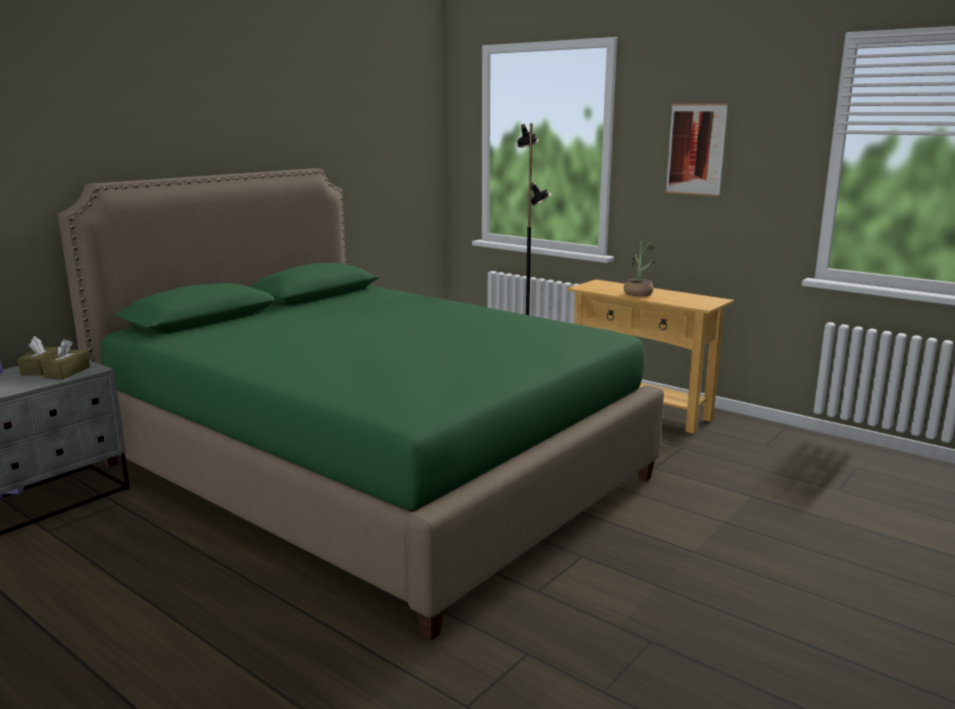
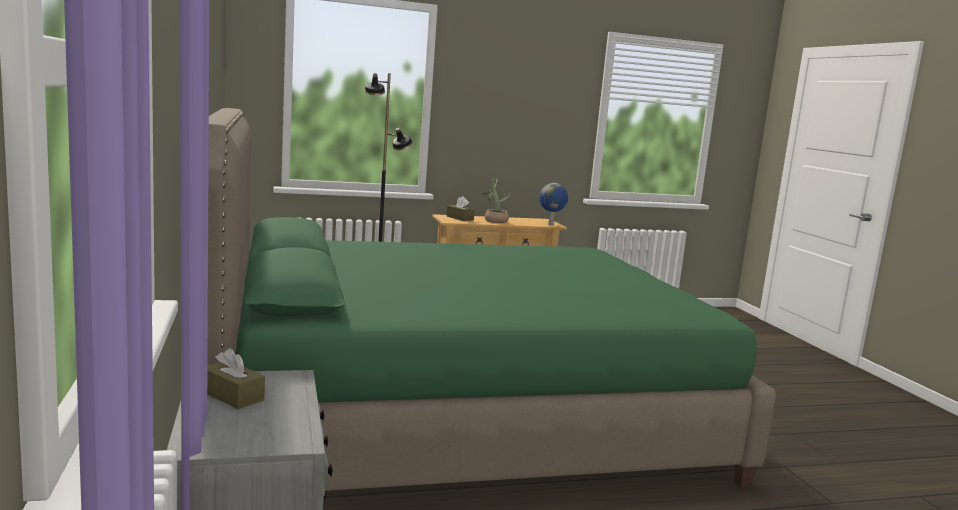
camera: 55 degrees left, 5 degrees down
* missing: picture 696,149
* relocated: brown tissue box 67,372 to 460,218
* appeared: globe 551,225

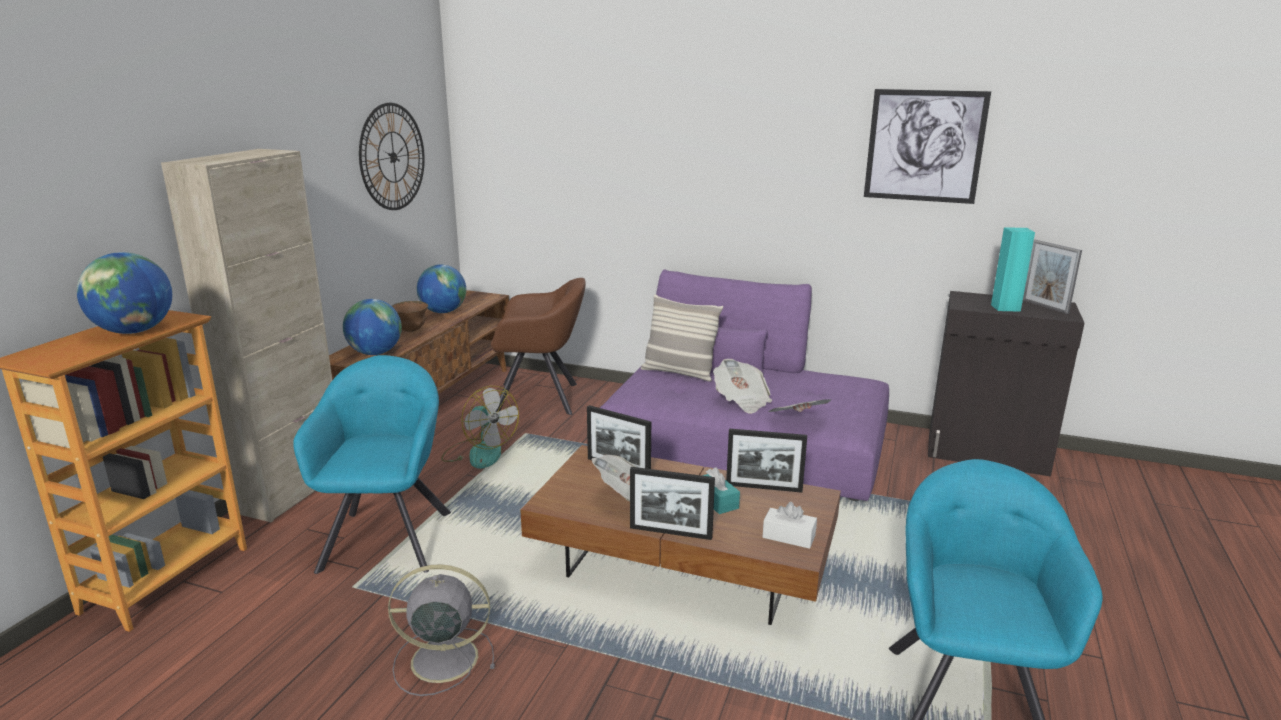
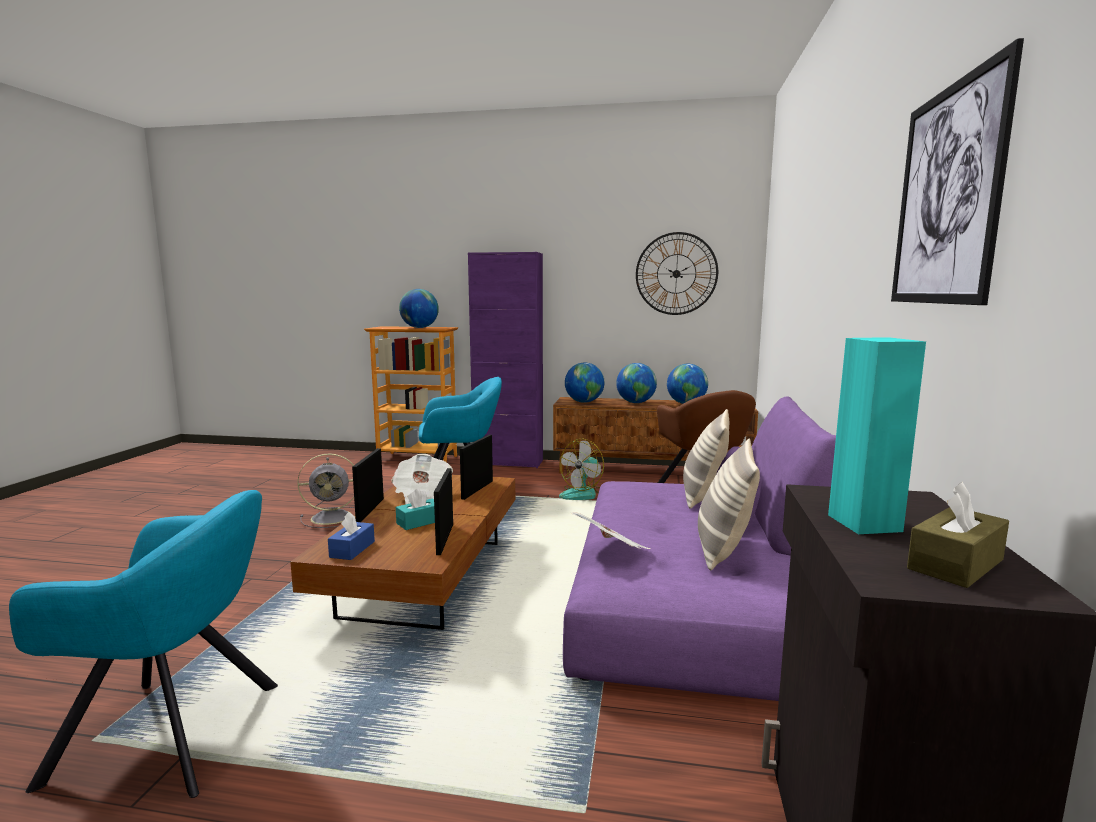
camera: 80 degrees right, 10 degrees down
* colour: beige cabinet 291,491 to purple cabinet 508,462
* exchanged: picture frame 1044,306 to brown tissue box 955,564
* exchanged: brown bowl 411,330 to globe 635,402
* missing: newspaper 741,401
* colour: white tissue box 788,536 to blue tissue box 352,549
* spun: grey fan 441,659 = 333,517 90 degrees clockwise
* appeared: pillow 723,550

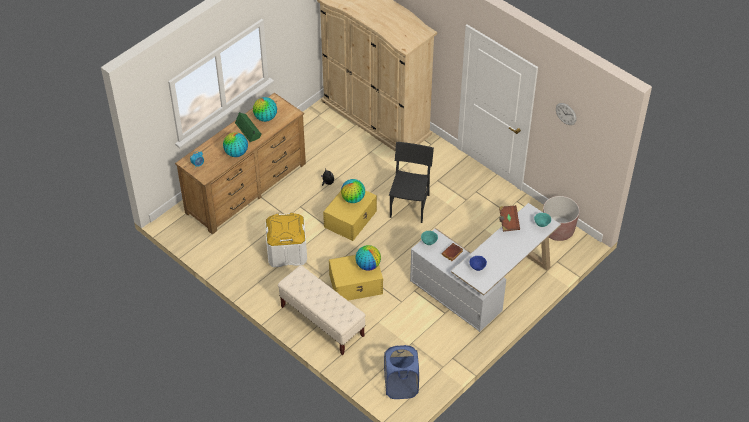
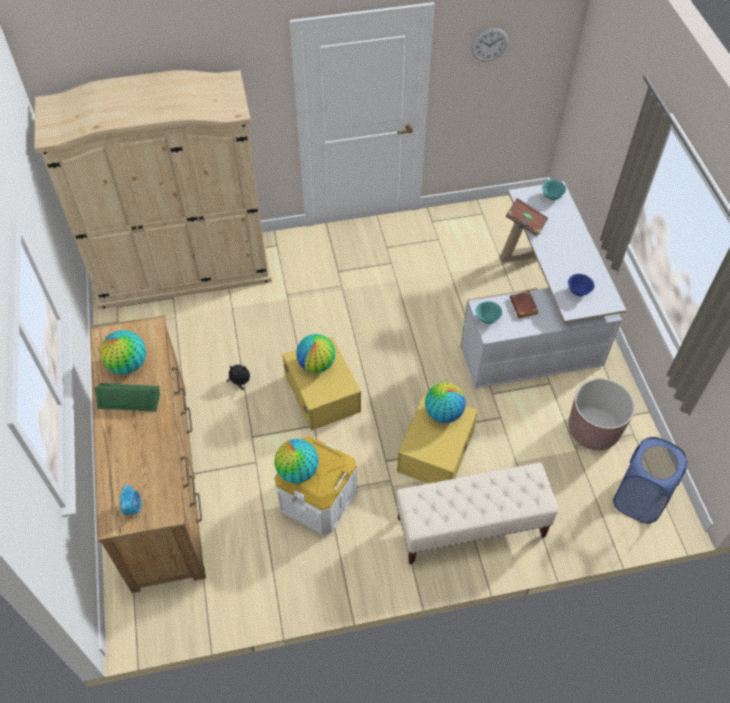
camera: 55 degrees left, 5 degrees up
* relocated: globe 236,153 to 297,471
* missing: black chair 409,206
* relocated: brown planter 558,230 to 593,430

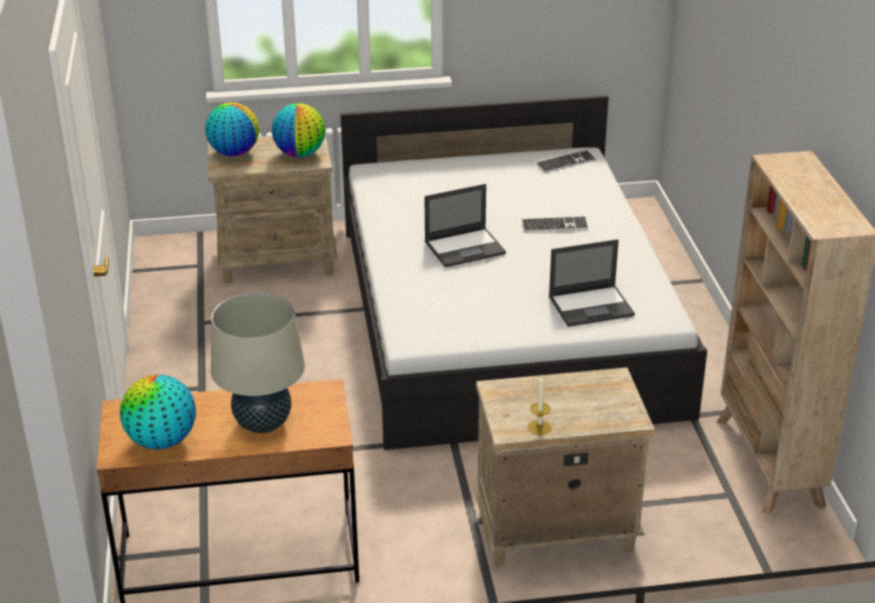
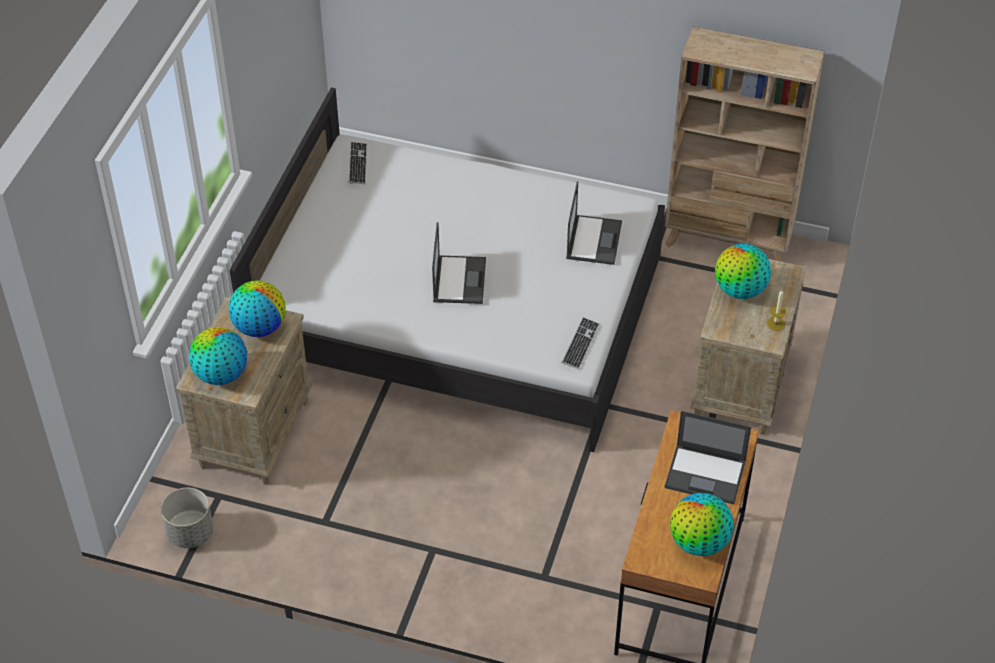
camera: 65 degrees left, 15 degrees up
* relocated: keyboard 554,226 to 580,344
* exchanged: beige table lamp 263,423 to laptop 706,474
* appeared: globe 740,290
* appeared: grey planter 190,533

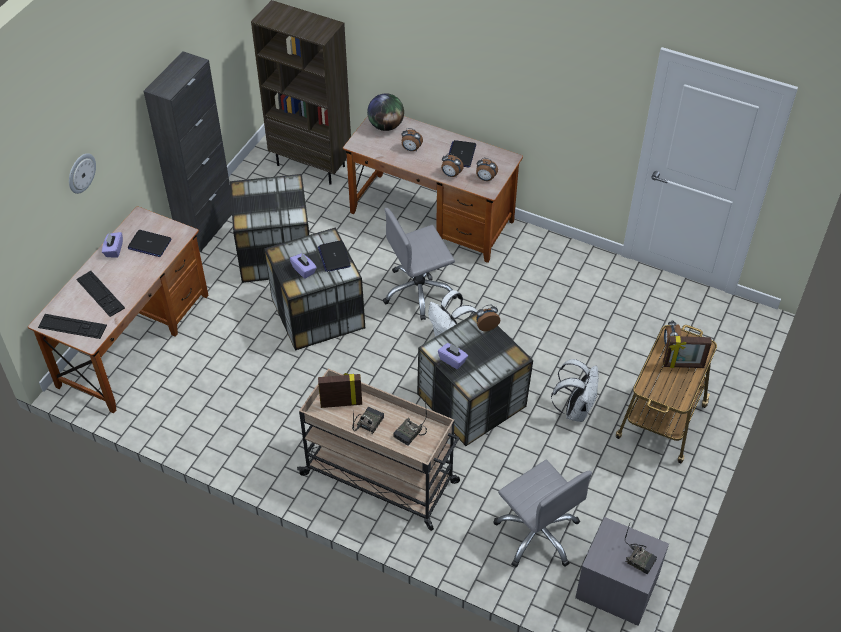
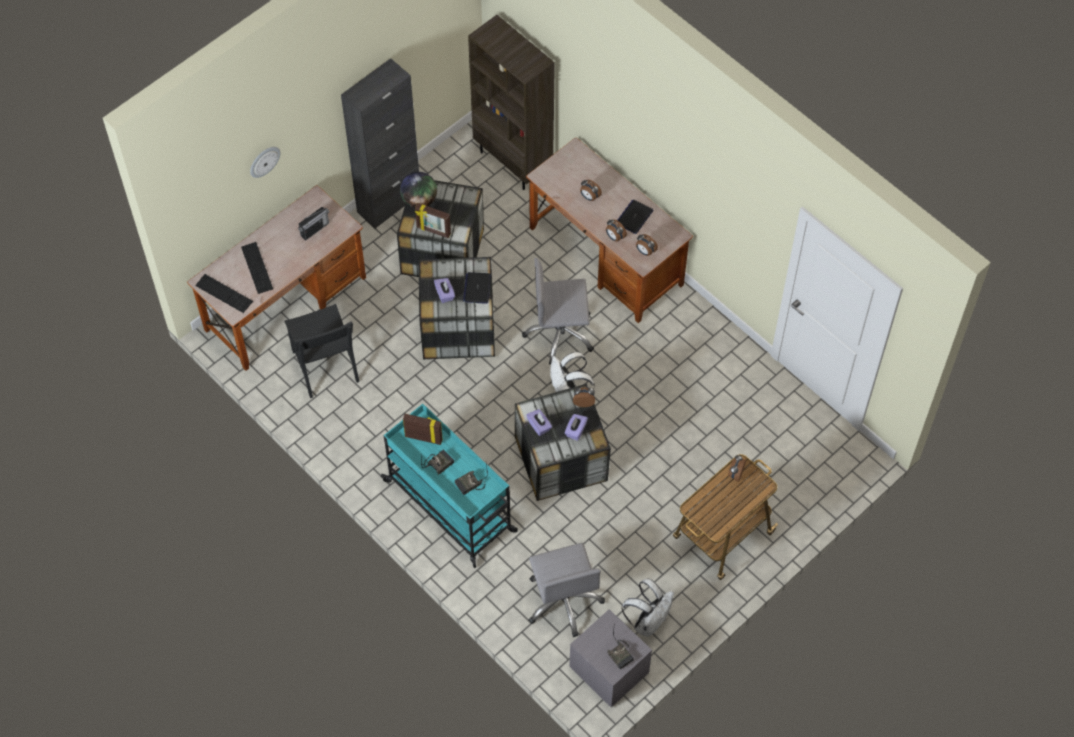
camera: 20 degrees right, 10 degrees up
* relocated: globe 386,126 to 419,200
* exchanged: laptop 149,244 to radio 314,229
* relocated: purple tissue box 114,250 to 575,430
* relocated: picture frame 683,365 to 433,231
* relocated: white backpack 575,409 to 648,621
* colour: beige cart 381,479 to turquoise cart 451,507
* appeared: black chair 325,366

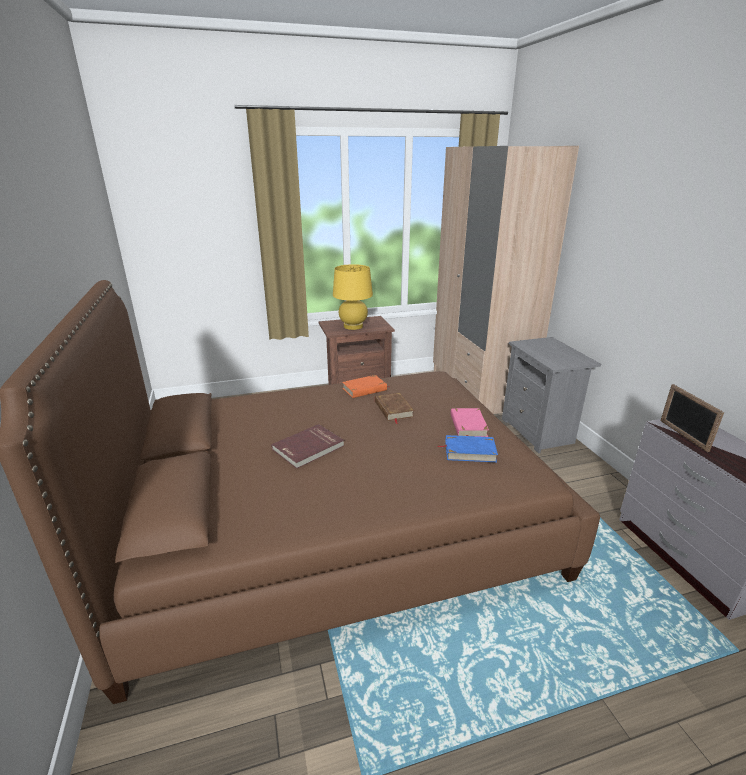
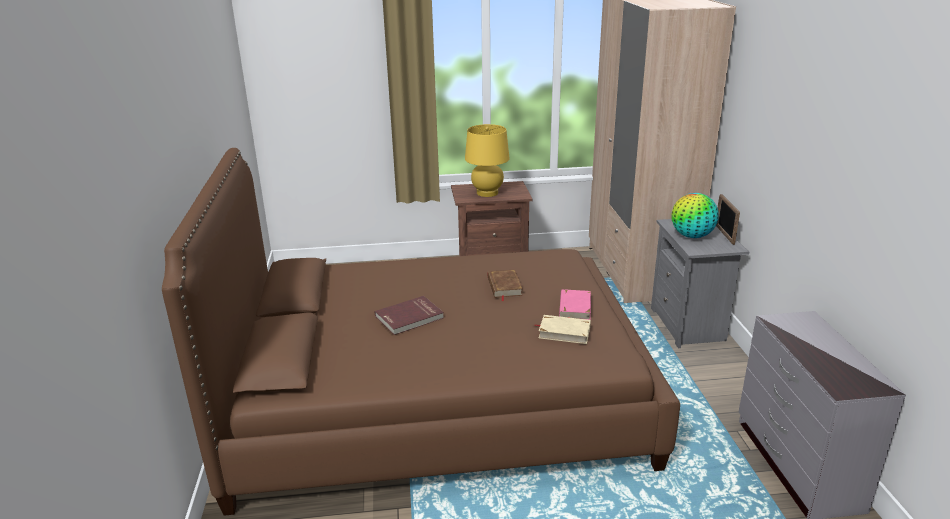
camera: 10 degrees right, 0 degrees up
* missing: orange book 364,389
* relocated: picture frame 683,435 to 724,234
* colour: blue book 469,451 to beige book 564,332
* appeared: globe 692,236

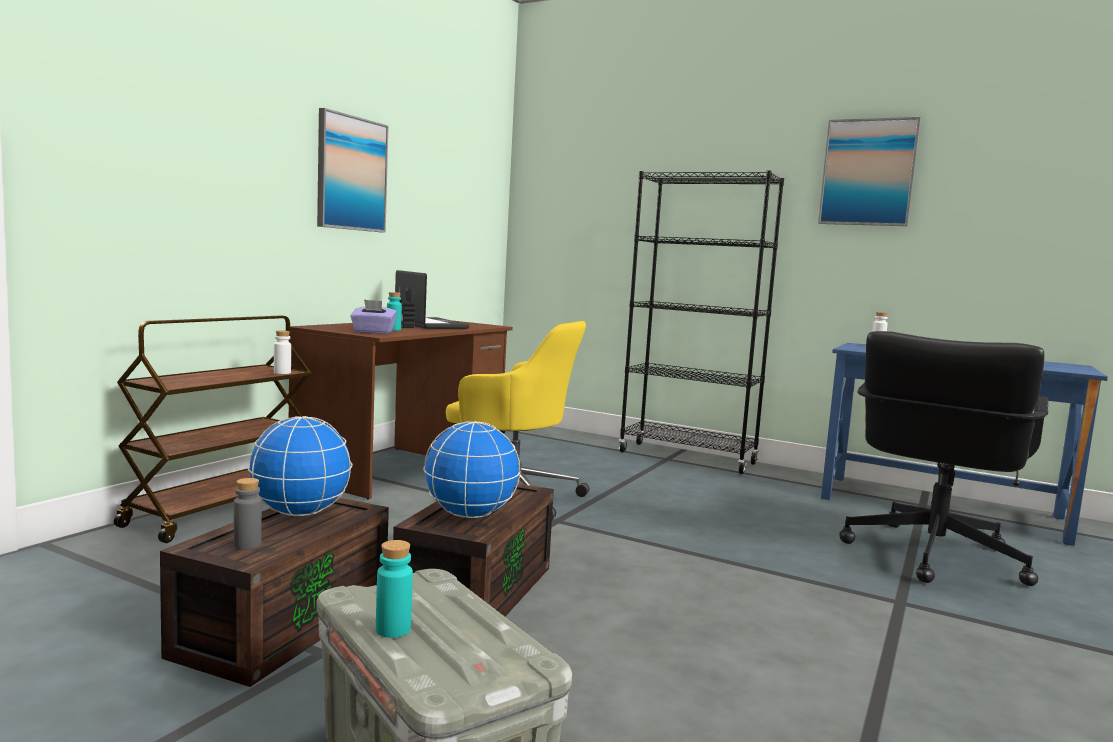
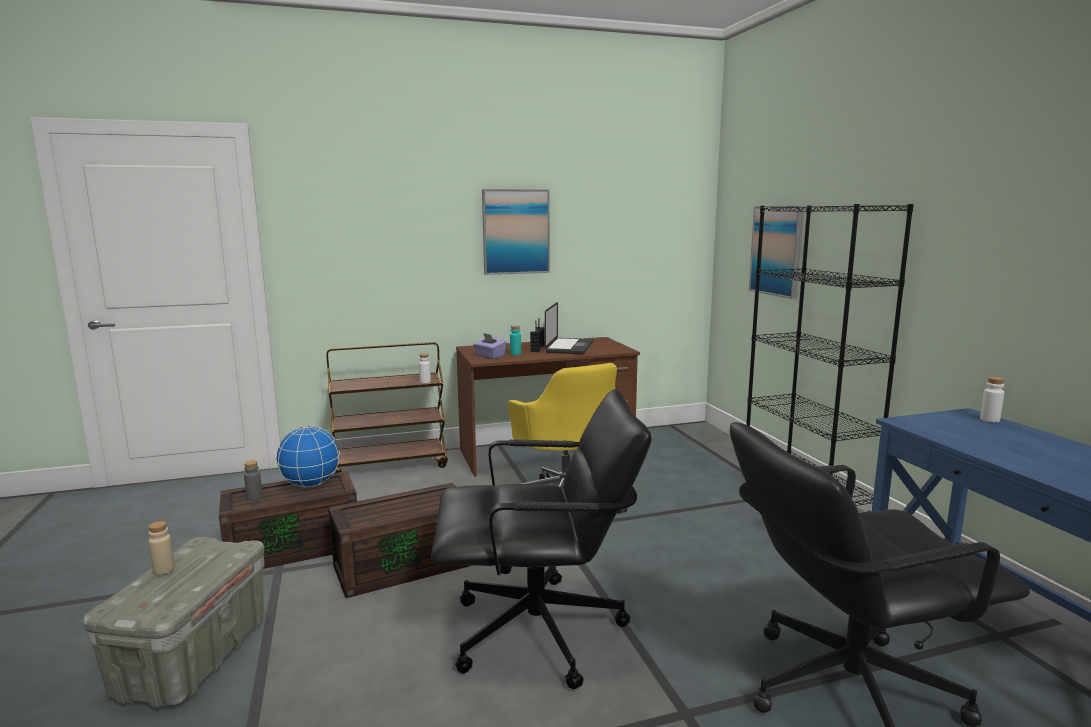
camera: 45 degrees right, 5 degrees up
* relocated: picture 868,172 to 777,250
* missing: globe 470,515
* colour: turquoise bottle 393,629 to beige bottle 164,569
* appeared: black office chair 539,632

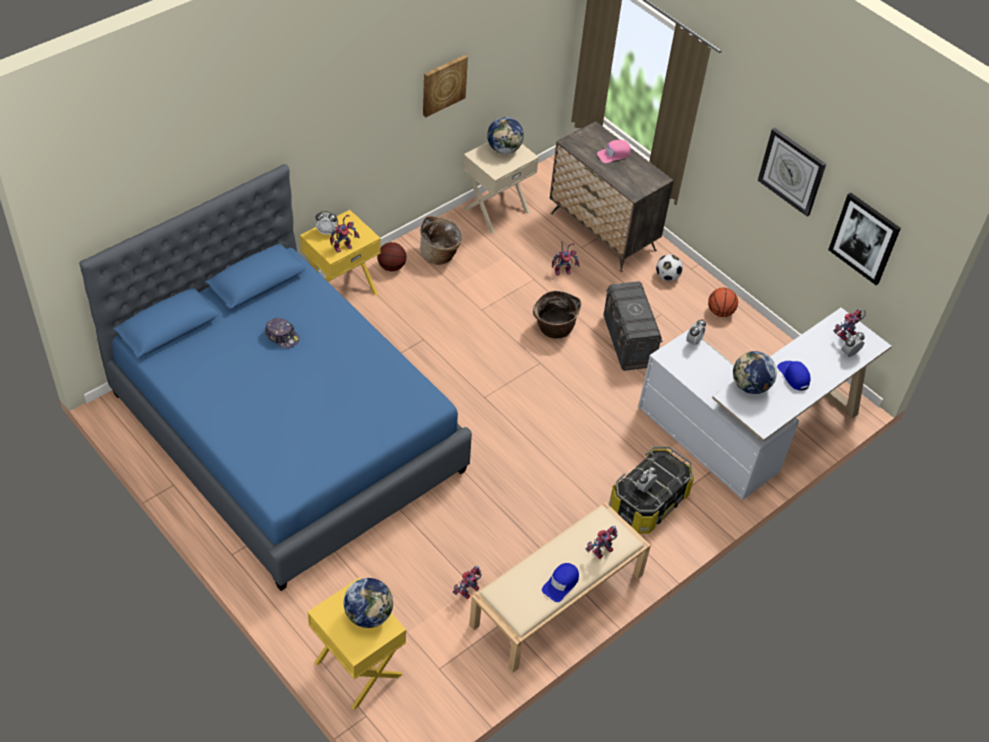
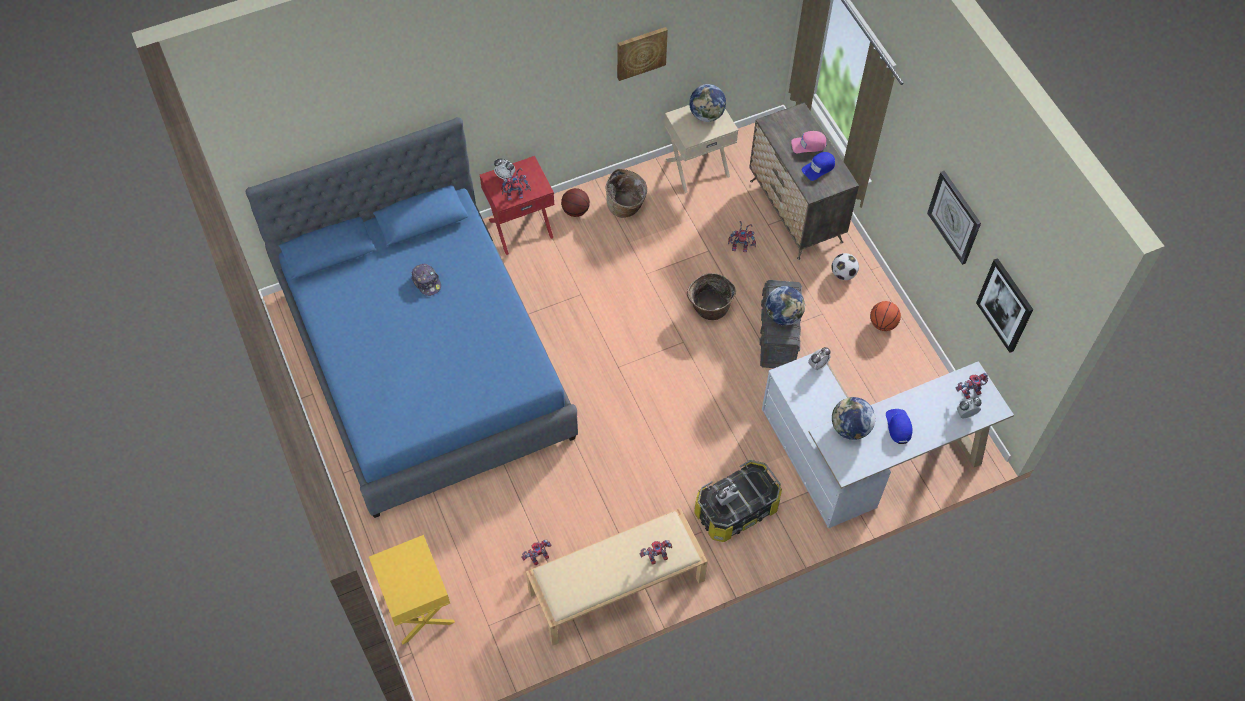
camera: 20 degrees right, 10 degrees up
* colour: yellow nightstand 341,291 to red nightstand 520,227
* relocated: blue cap 561,584 to 819,168
* relocated: globe 369,615 to 783,315

